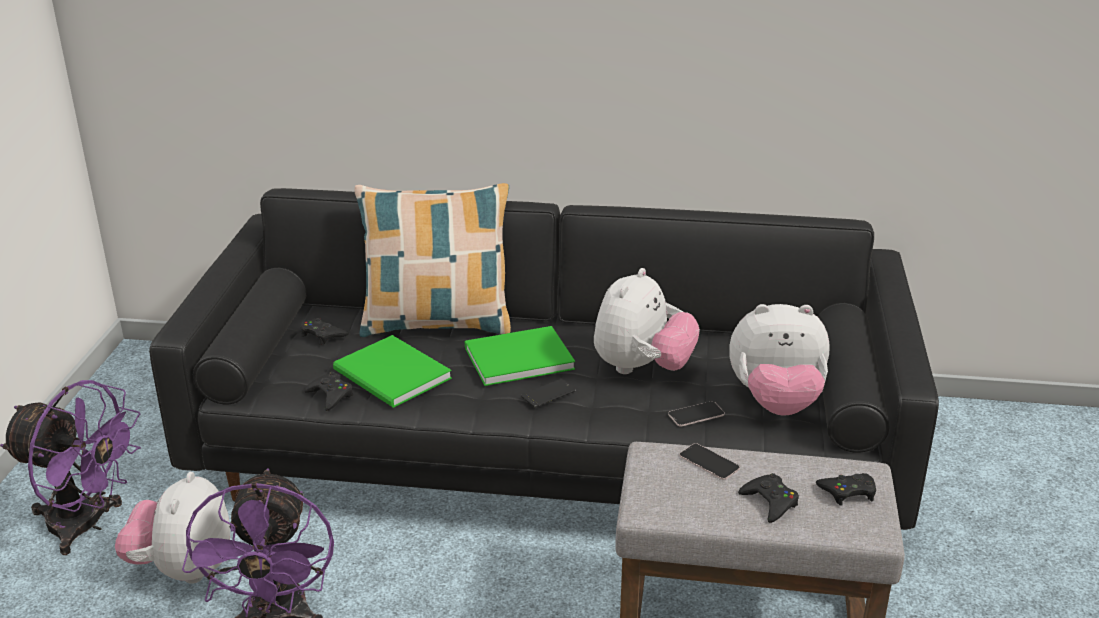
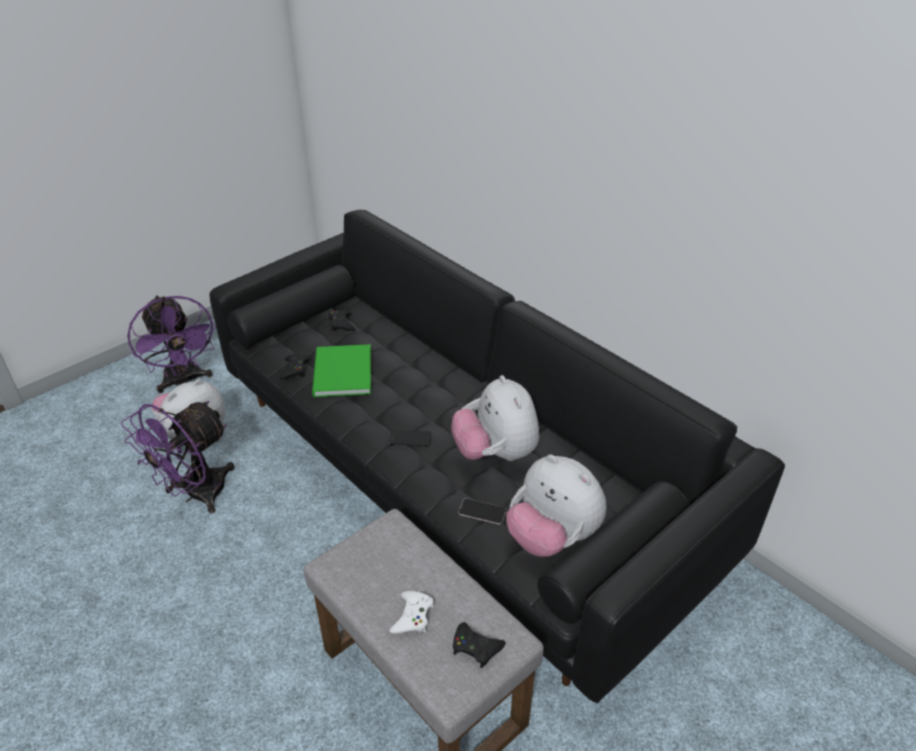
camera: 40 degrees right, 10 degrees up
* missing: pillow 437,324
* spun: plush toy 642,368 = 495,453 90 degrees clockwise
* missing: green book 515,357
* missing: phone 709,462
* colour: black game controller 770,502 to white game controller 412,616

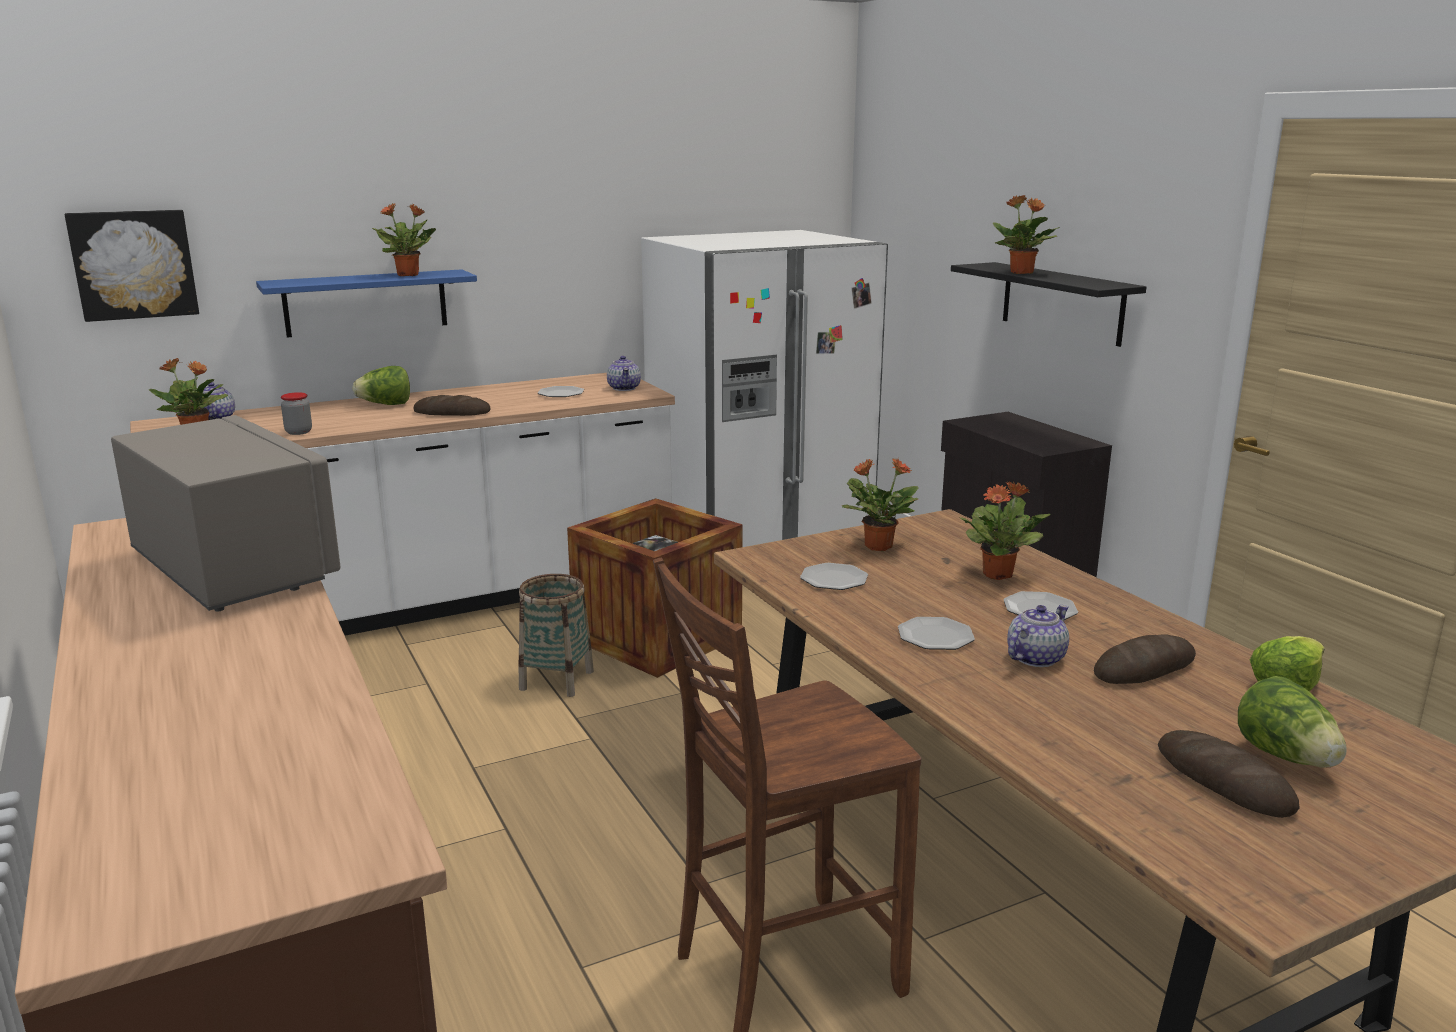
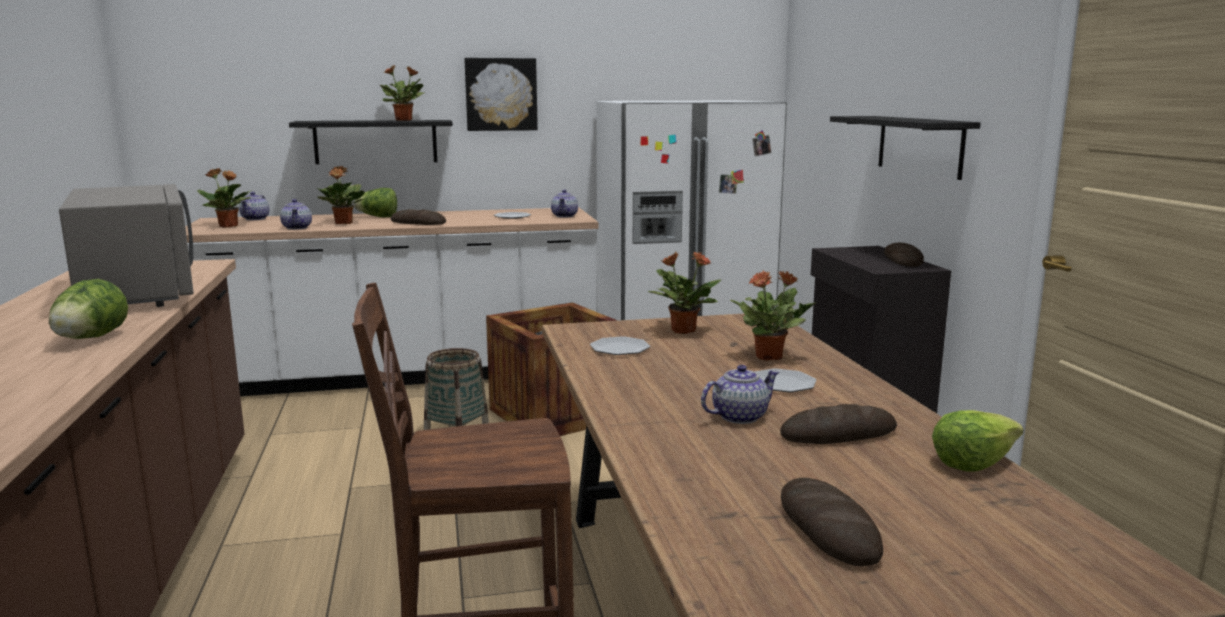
camera: 15 degrees right, 5 degrees down
* relocated: potted plant 1022,273 to 343,223
* relocated: picture 134,264 to 501,94
* colour: blue shelf 366,303 to black shelf 375,141
* exchanged: jar 298,432 to teapot 297,228
* missing: plate 935,636
* relocated: lettuce 1286,757 to 90,339
* appeared: bread 903,260

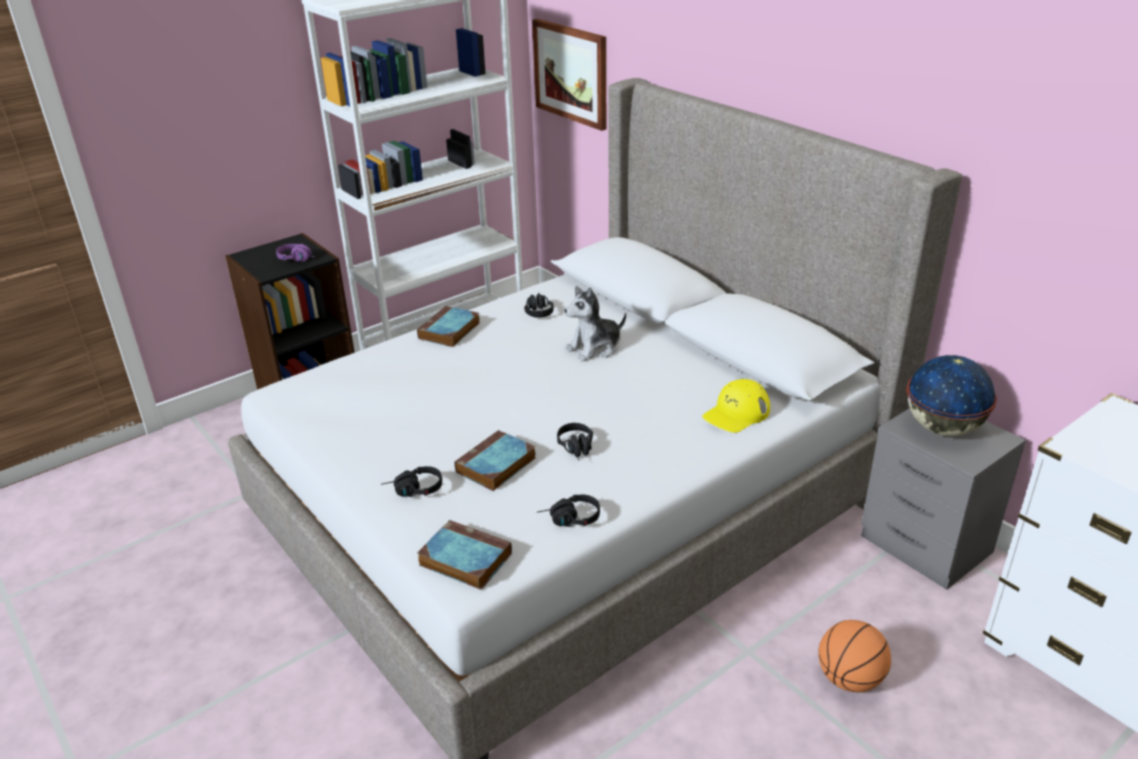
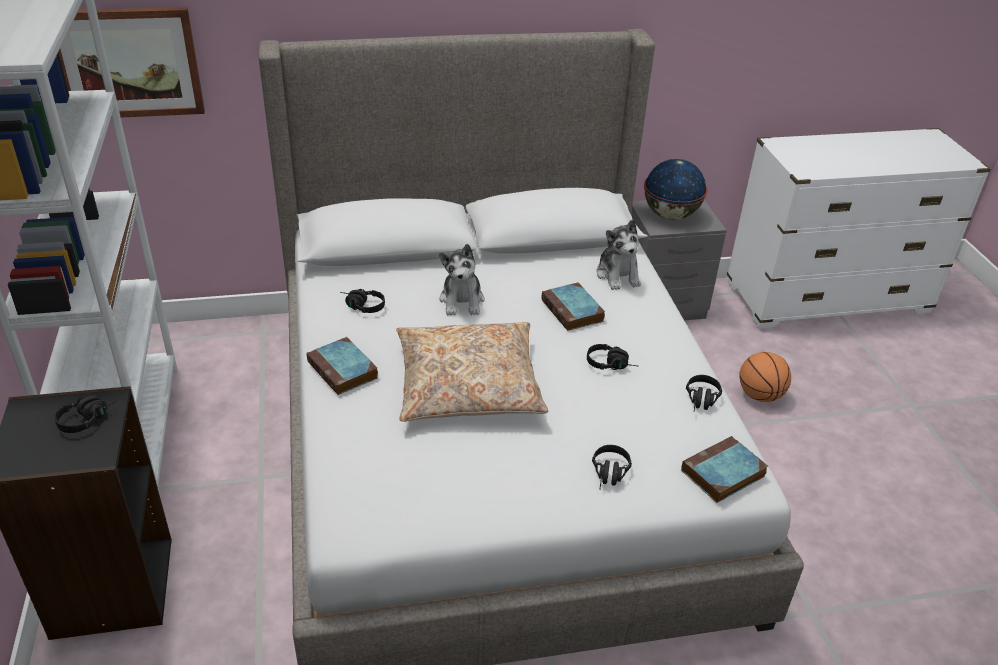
camera: 65 degrees left, 5 degrees up
* colour: purple headphones 299,259 to black headphones 89,418
* exchanged: yellow cap 736,413 to plush toy 618,275
* relocated: book 495,466 to 573,311
* appeared: beige pillow 468,385

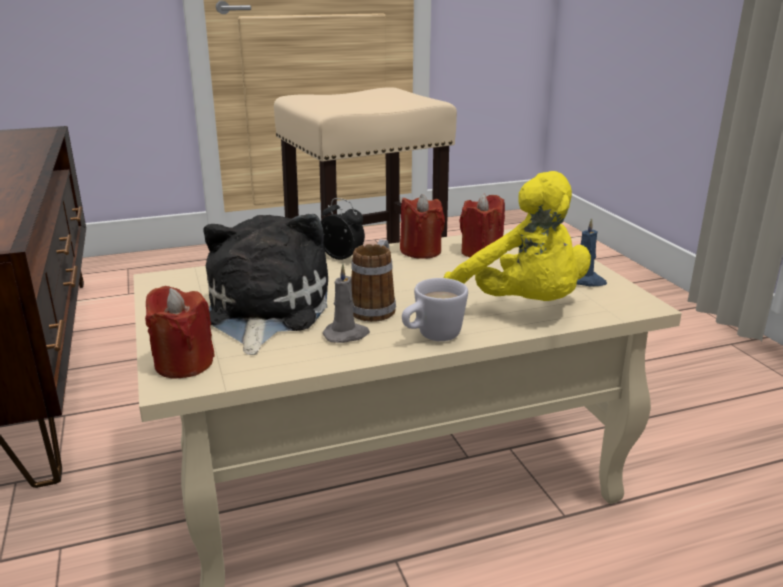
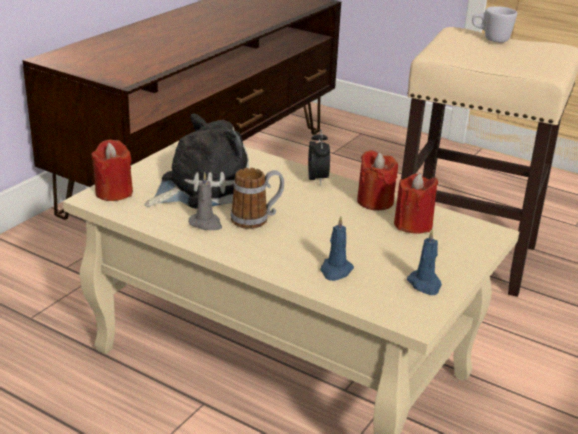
camera: 50 degrees right, 5 degrees up
* exchanged: yellow plush toy 522,306 to blue candle 335,271
* relocated: white mug 432,337 to 490,39

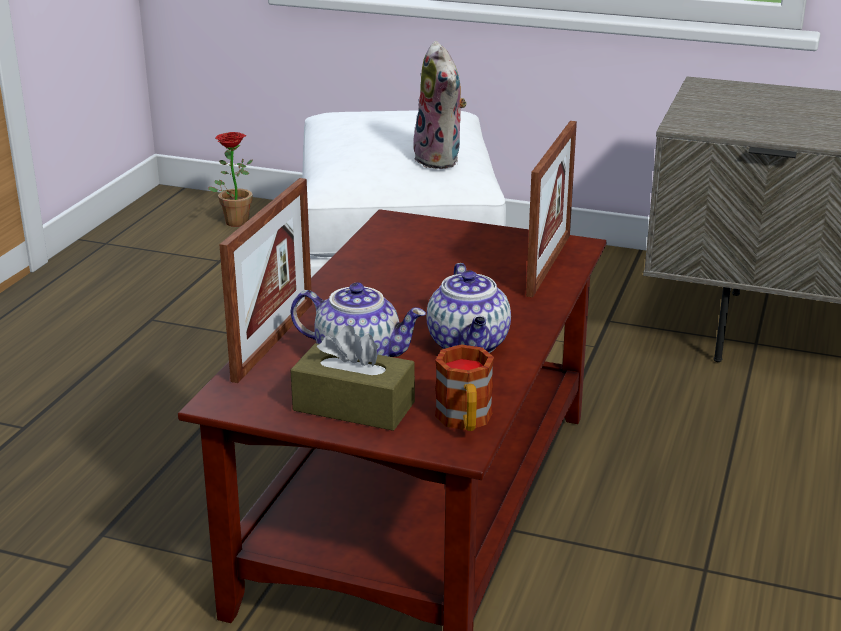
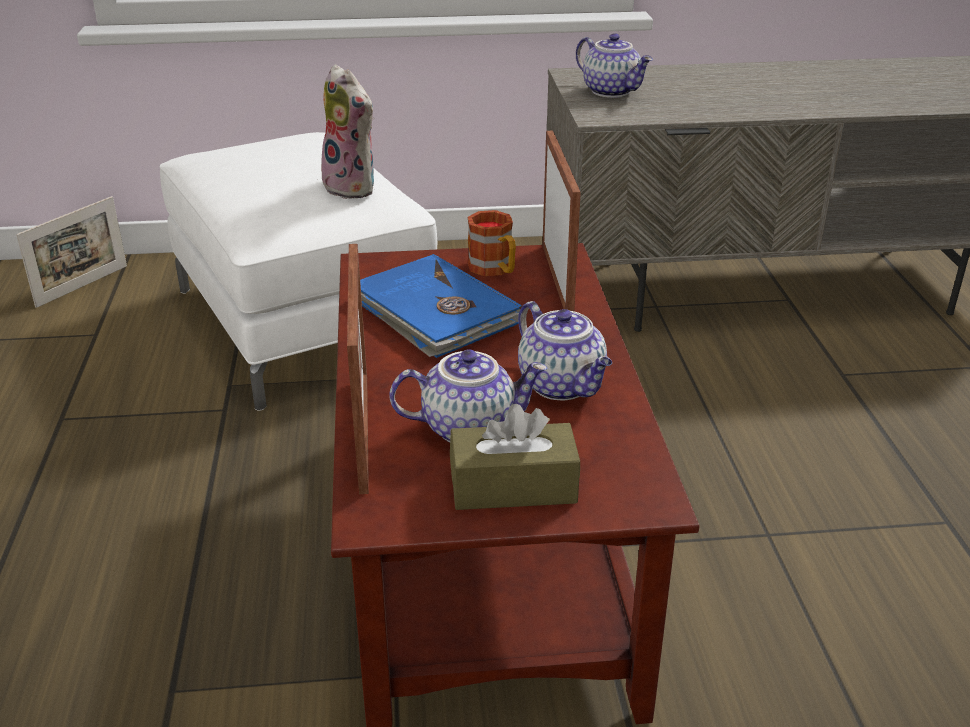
camera: 25 degrees left, 5 degrees up
* exchanged: potted plant 234,220 to picture frame 82,286
* relocated: mug 465,421 to 495,270
* appeared: teapot 612,91
* appeared: blue book 434,312

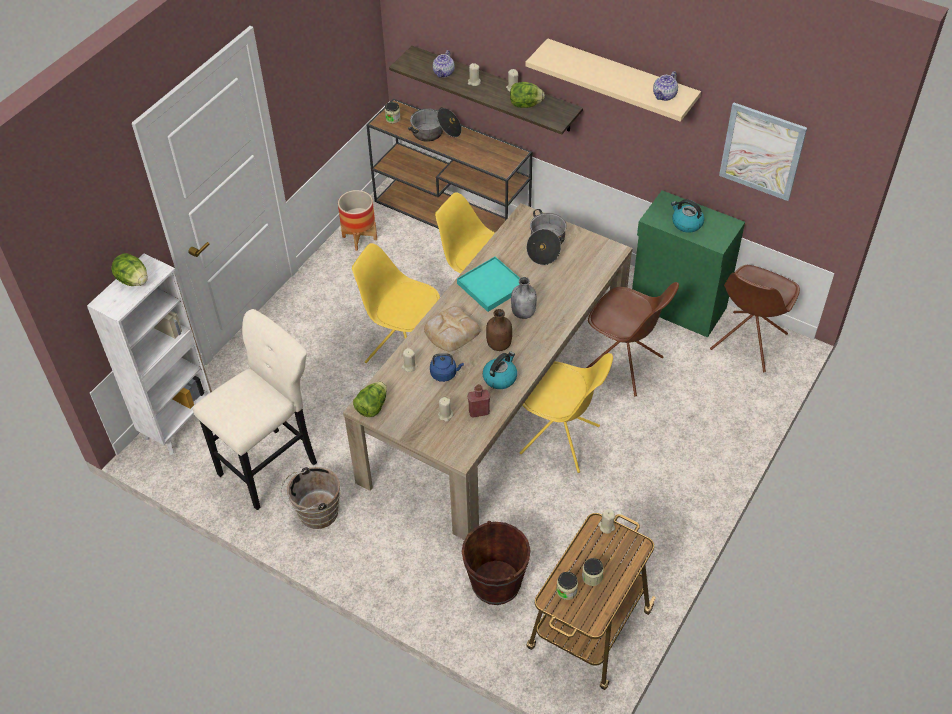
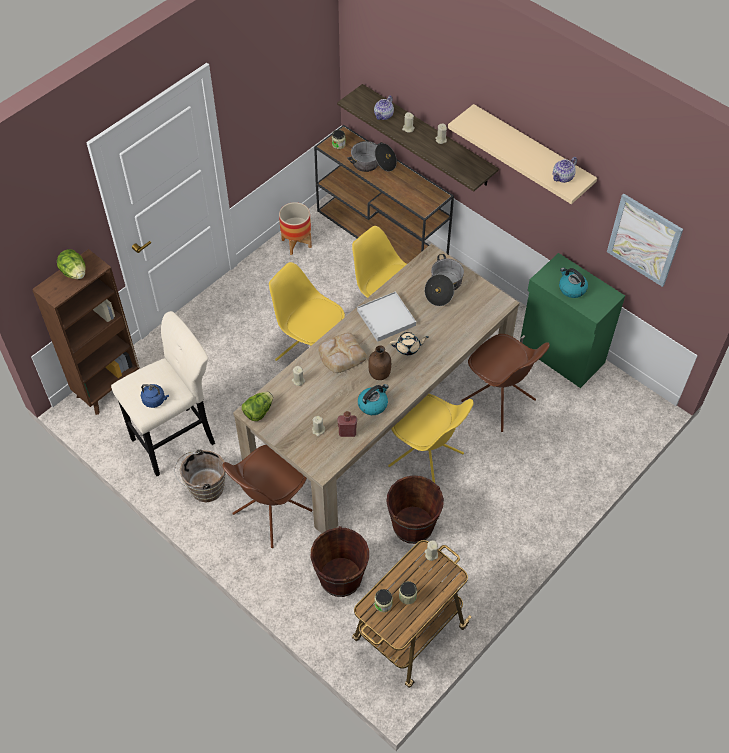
camera: 10 degrees right, 5 degrees up
* missing: lettuce 525,105
* colour: white bookcase 179,423 to brown bookcase 109,388
* colour: turquoise tray 491,286 to white tray 386,318
* relocated: brown chair 747,342 to 271,513
* exchanged: grey bottle 523,313 to beige teapot 408,348
* relocated: blue kettle 445,374 to 155,400
* appeared: brown bucket 413,525

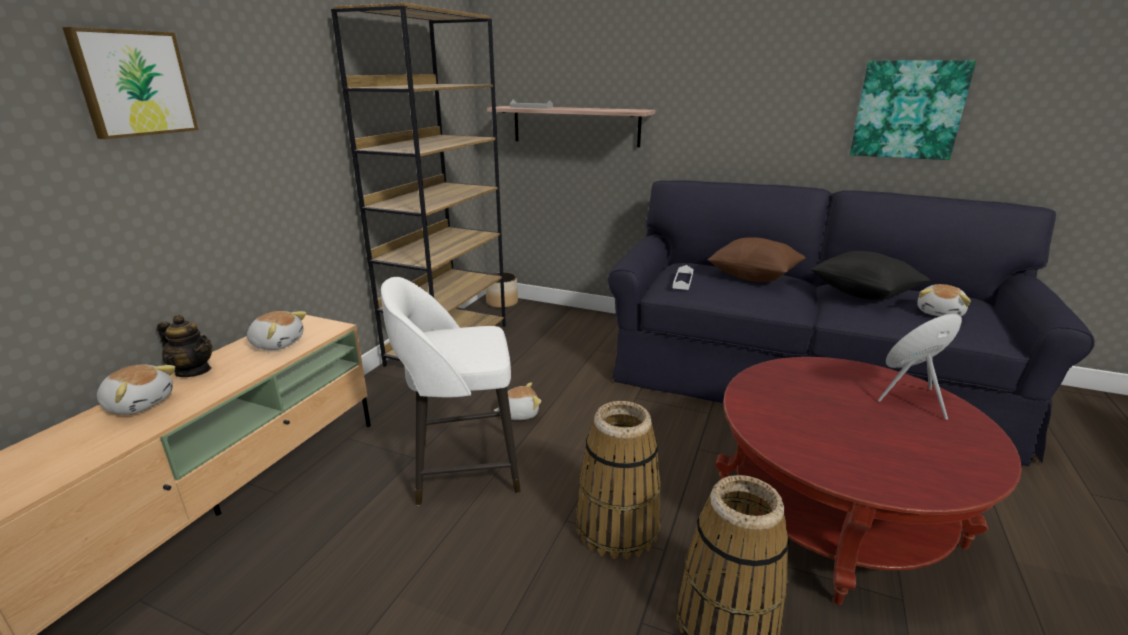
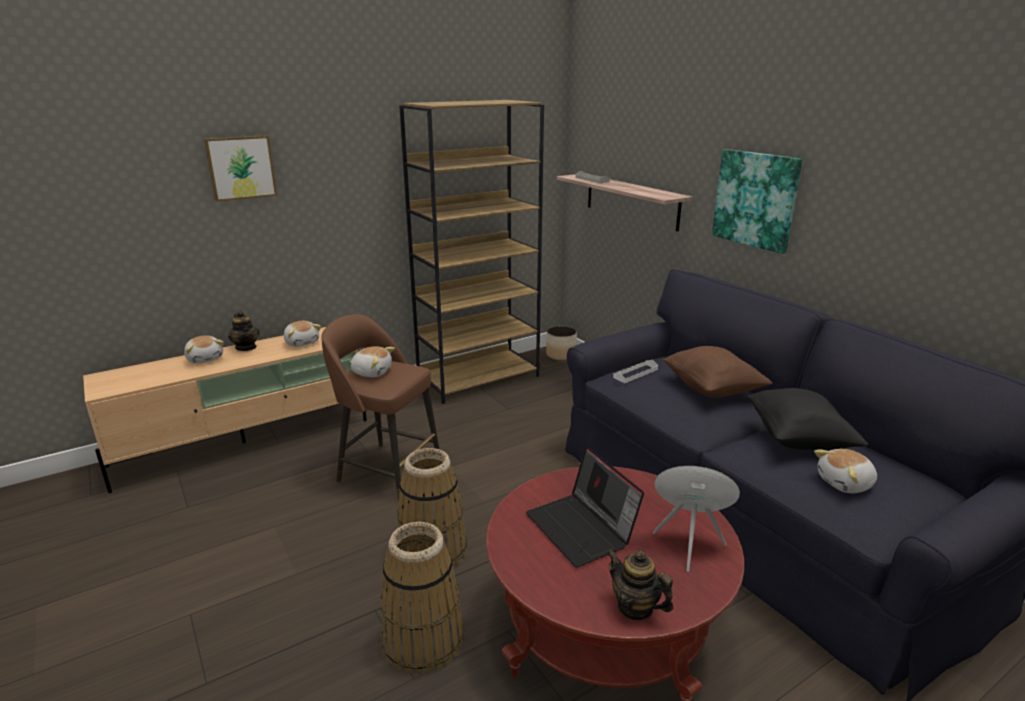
camera: 35 degrees right, 0 degrees up
* relocated: picture 908,110 to 756,199
* colour: white stool 462,467 to brown stool 387,470
* relocated: plush toy 518,413 to 372,372
* appeared: laptop 582,529
* appeared: teapot 635,608

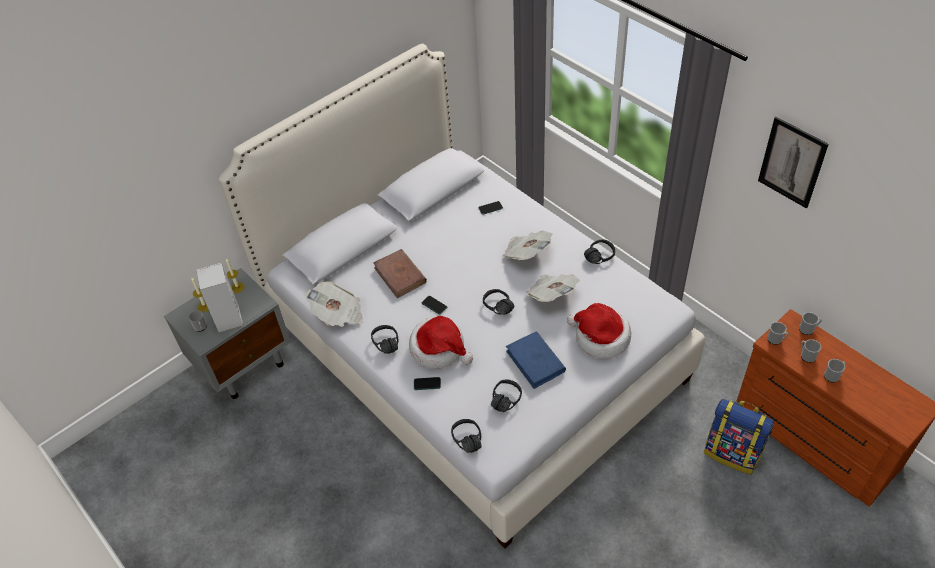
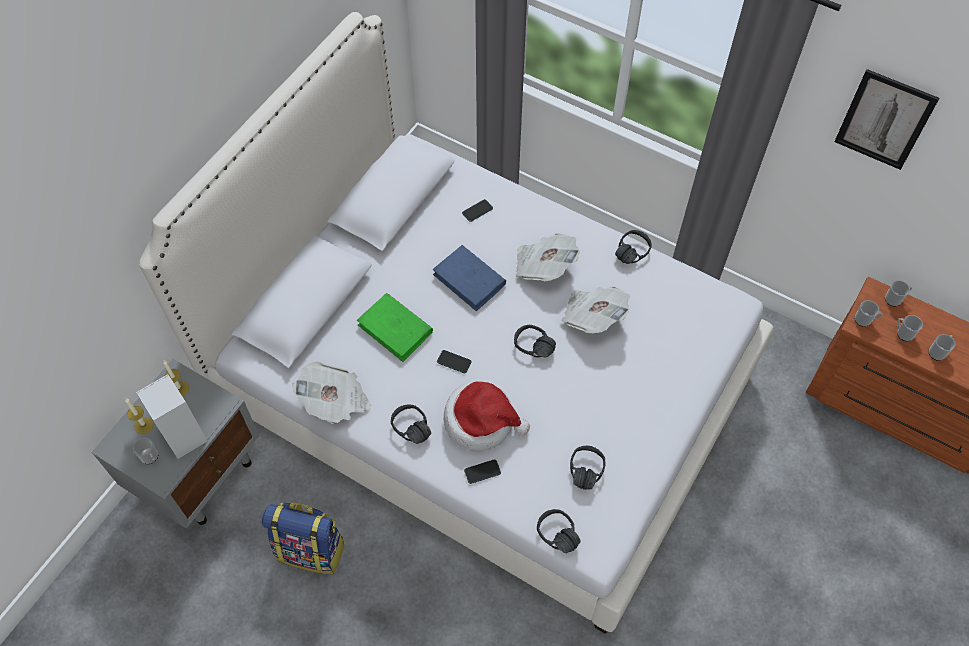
camera: 20 degrees left, 10 degrees up
* colour: brown book 400,275 to green book 395,329
* missing: hat 600,338
* relocated: blue book 535,361 to 469,280
* relocated: backpack 733,452 to 312,549

